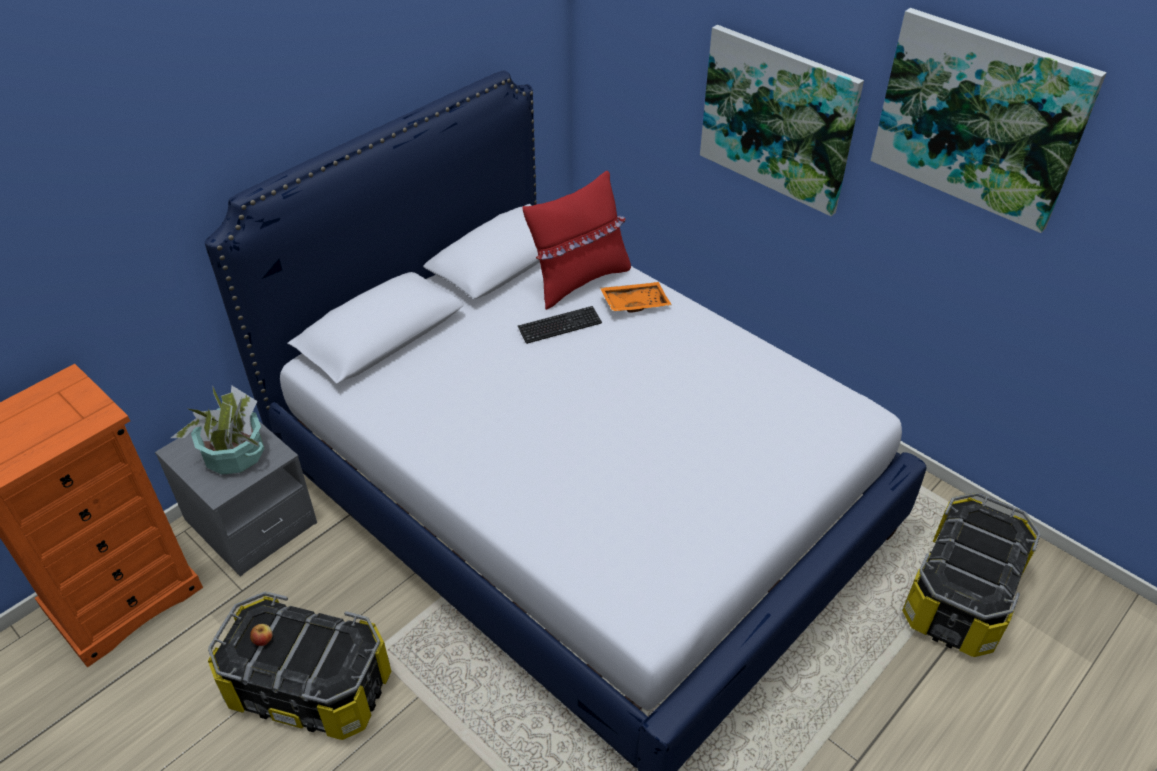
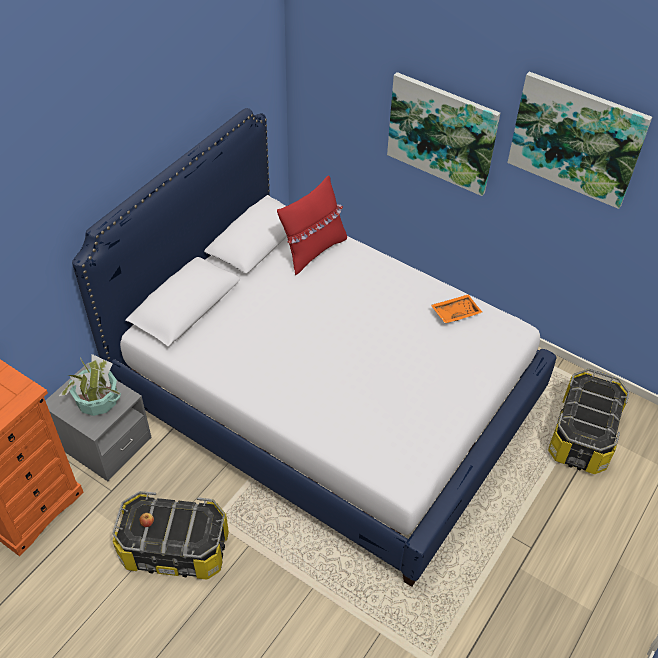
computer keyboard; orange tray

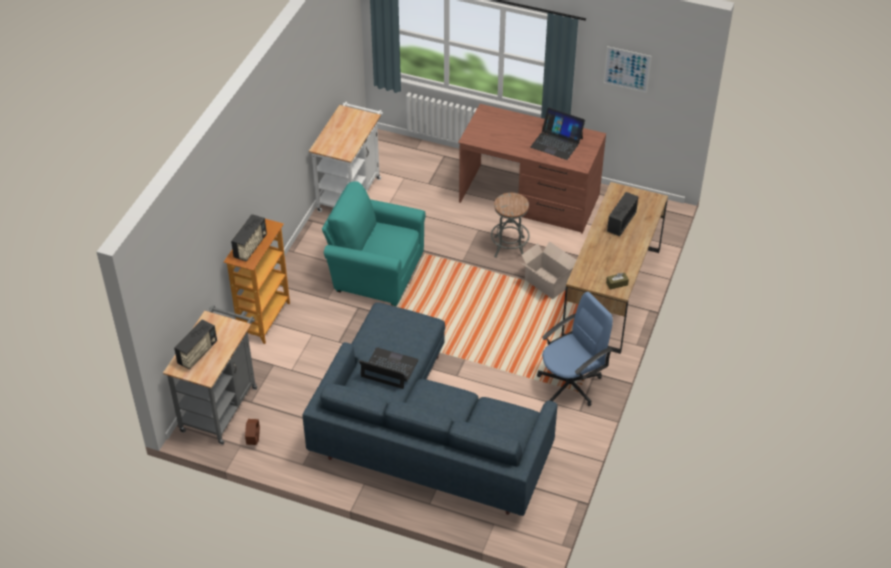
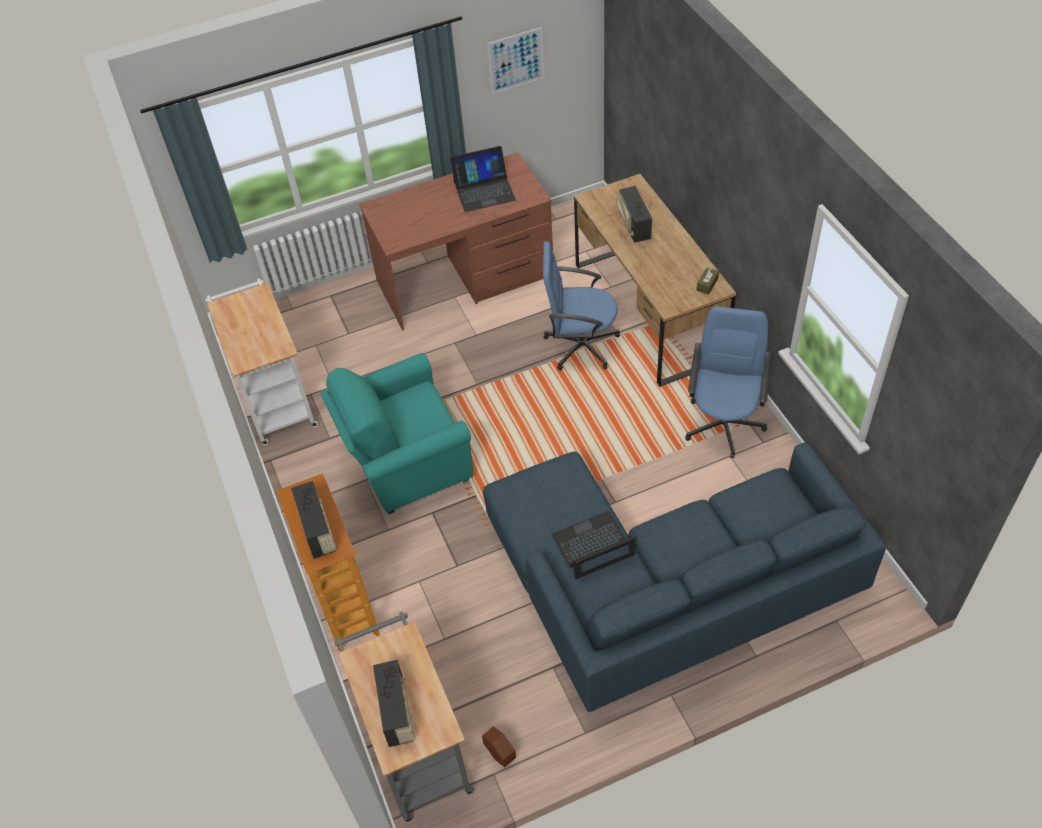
gray sitting stool; bluish office chair (1st from left)

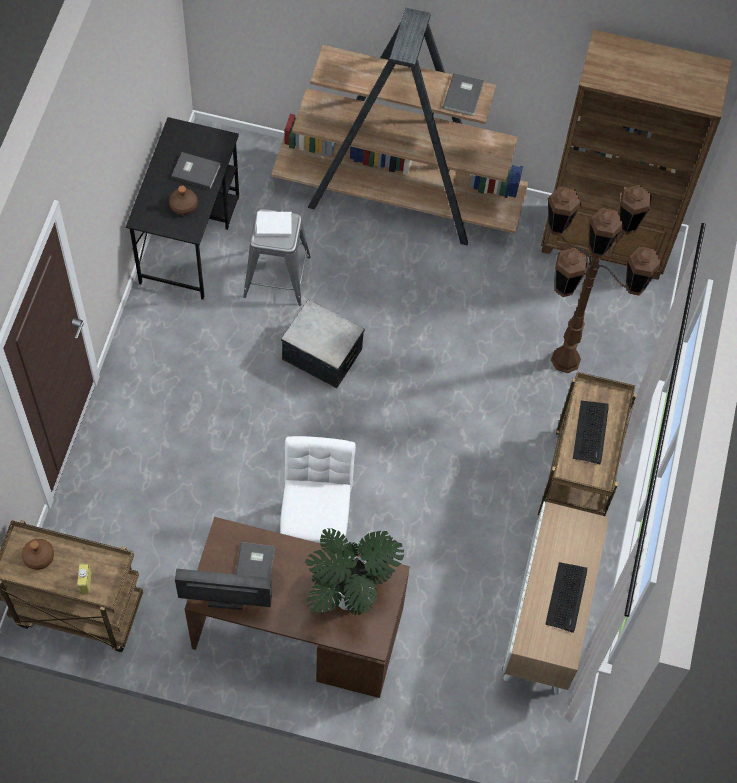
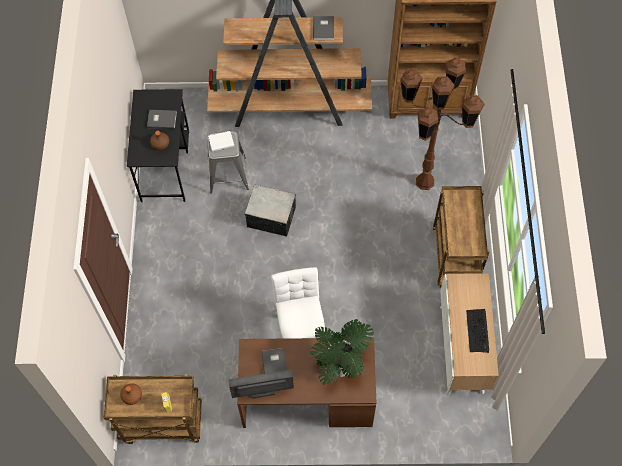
computer keyboard (2nd from left in the first image)

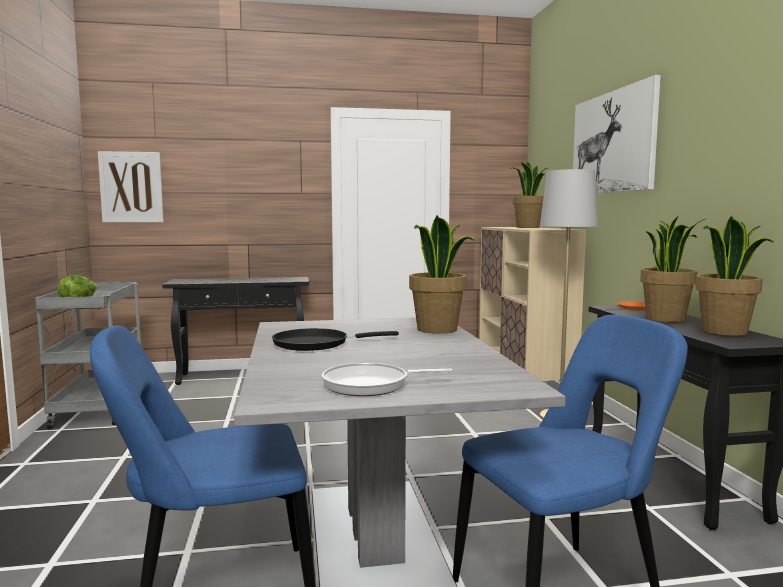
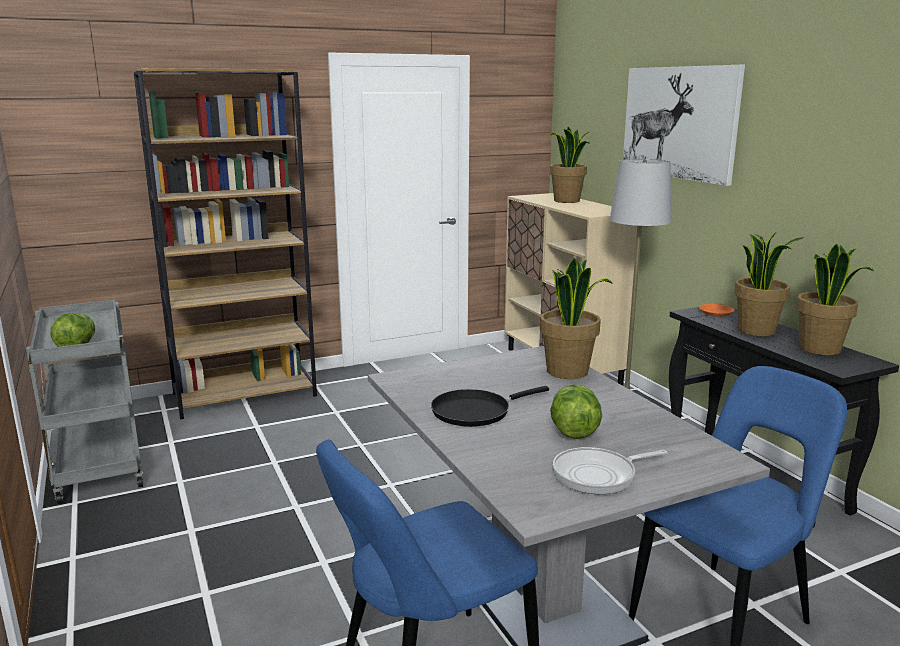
picture (1st from left in the first image); head of lettuce (2nd from left); brownish shelving unit

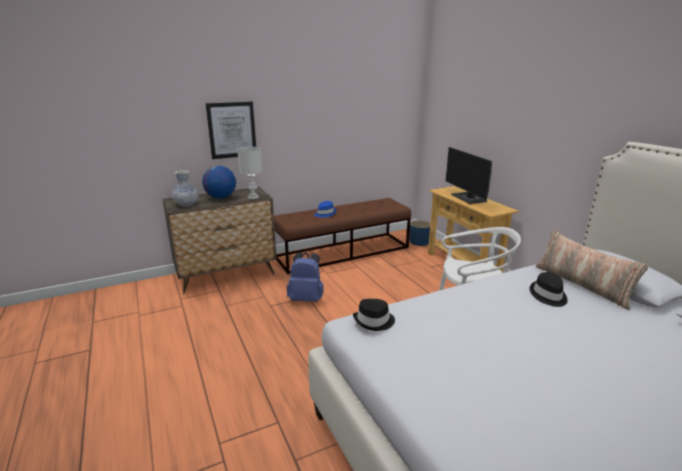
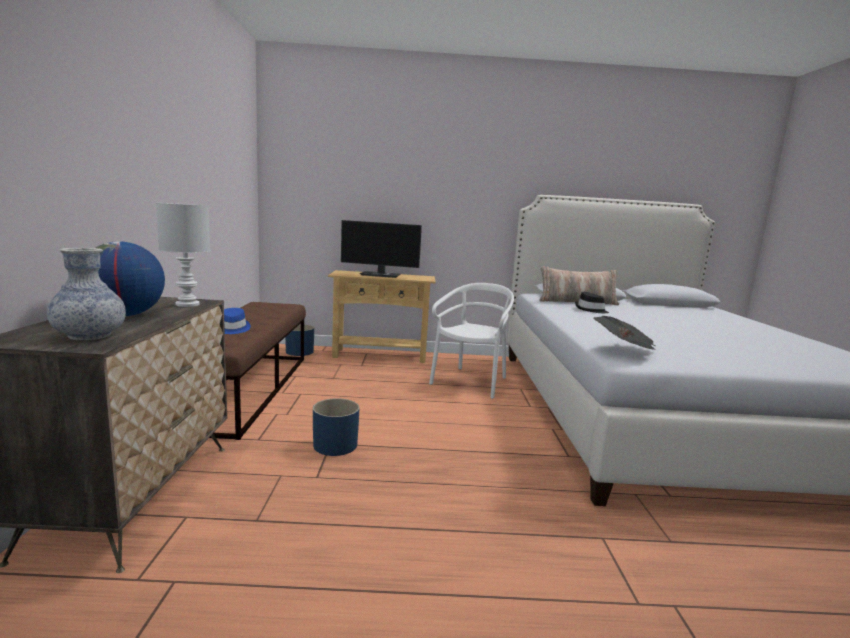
picture; bluish planter (2nd from left); newspaper

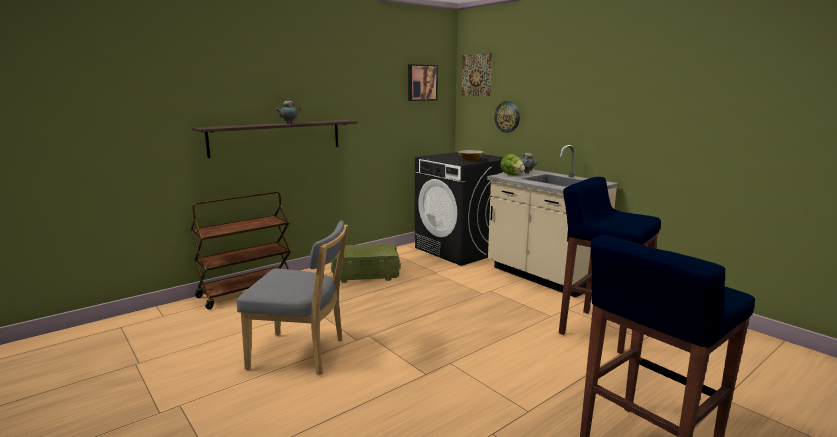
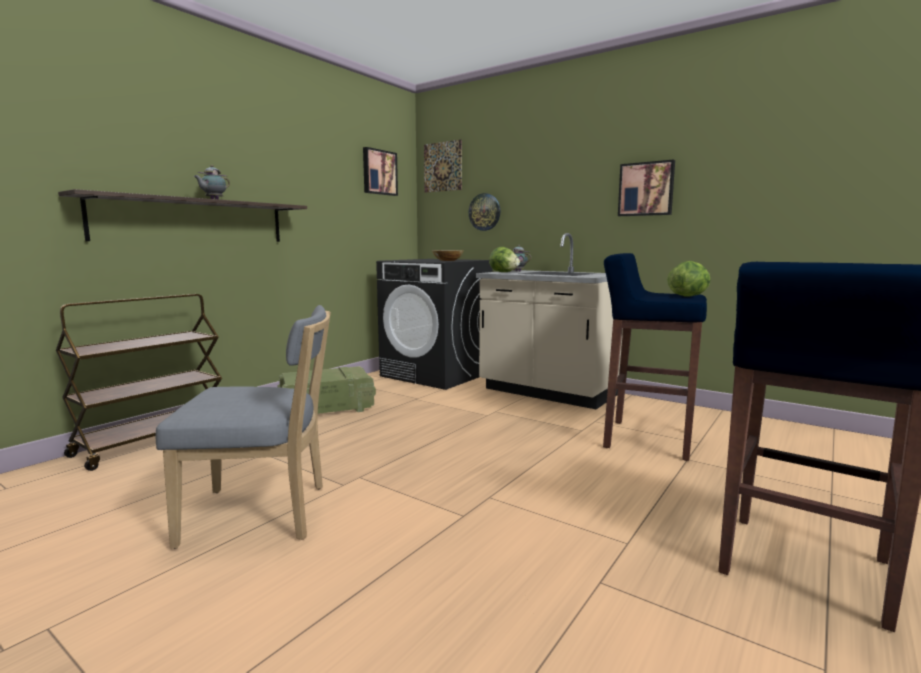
picture (3rd from left); head of lettuce (2nd from left)

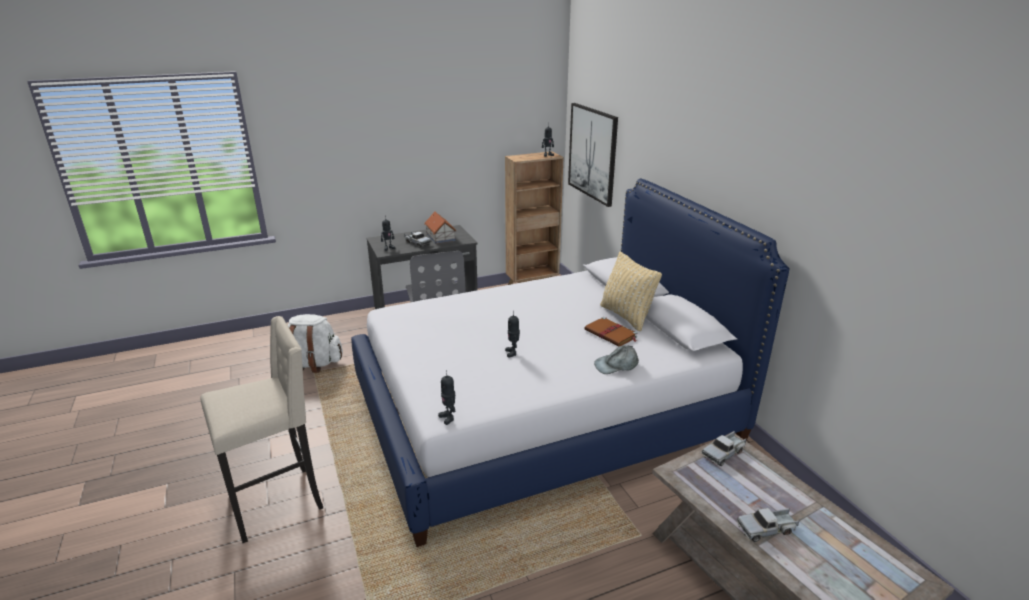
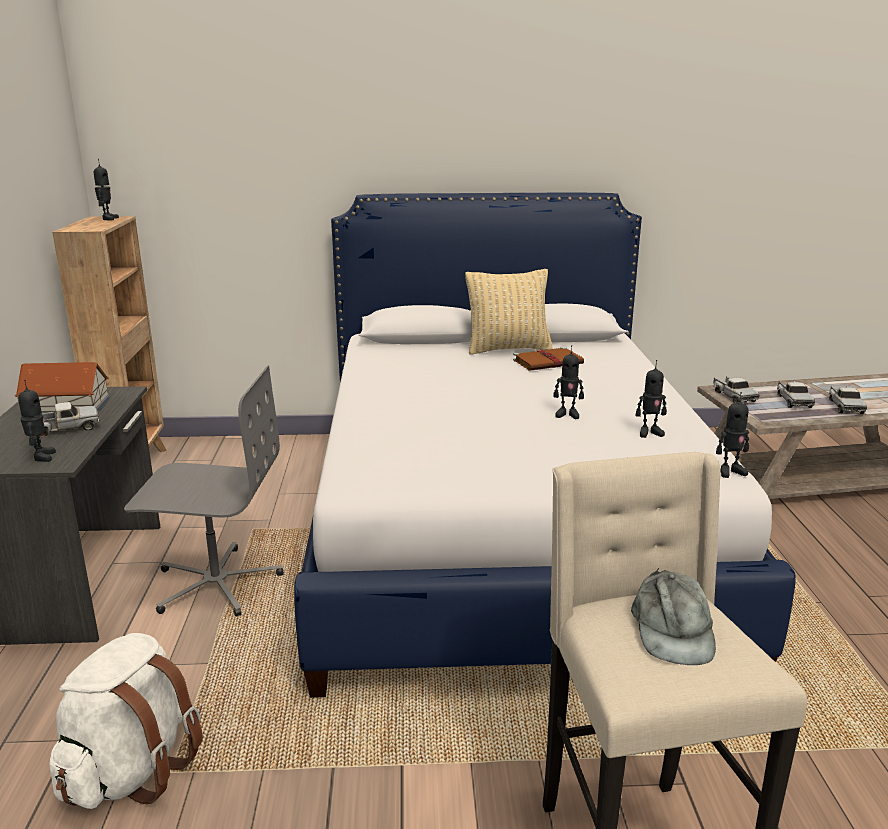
picture; robot figure (4th from left); toy truck (3rd from left); gray cap

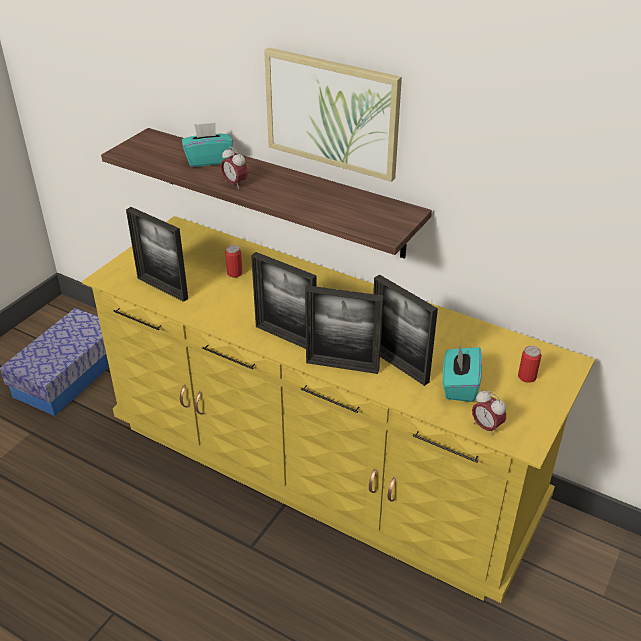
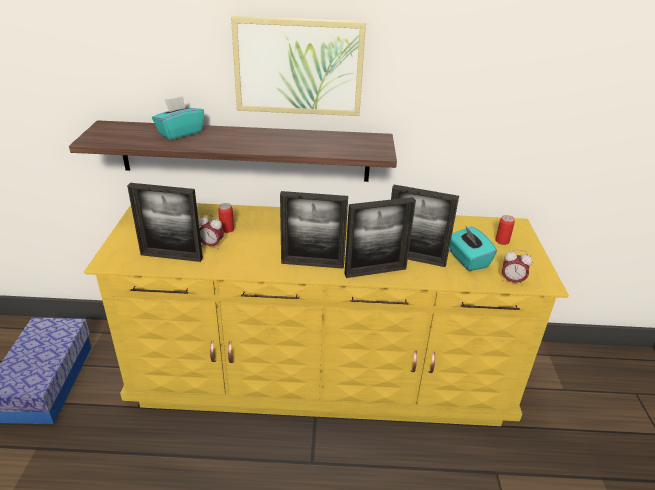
alarm clock (1st from left)

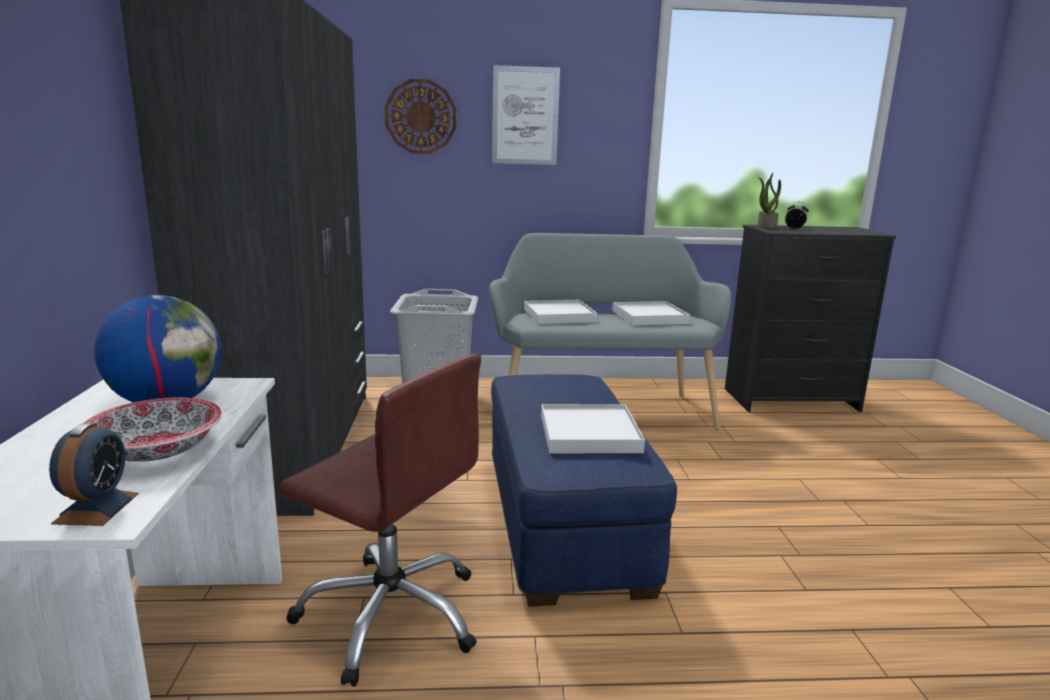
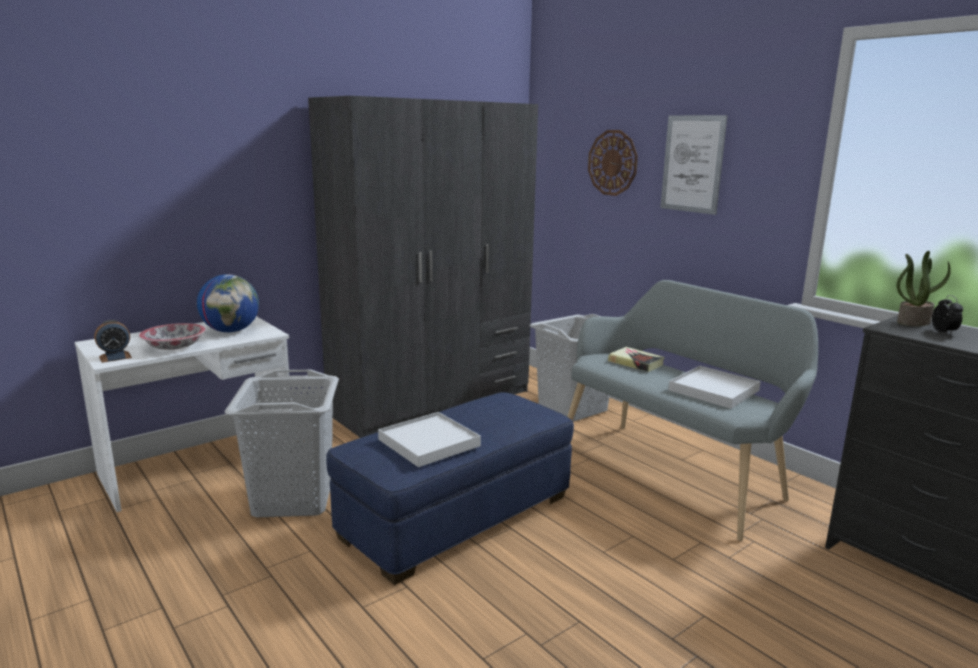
gray washing basket (1st from left); book

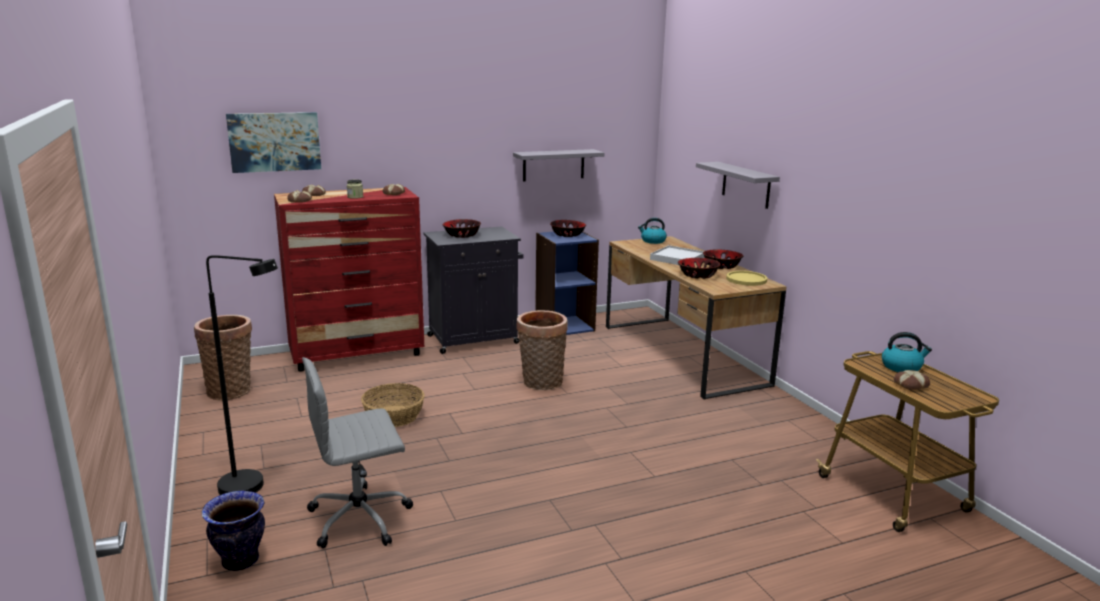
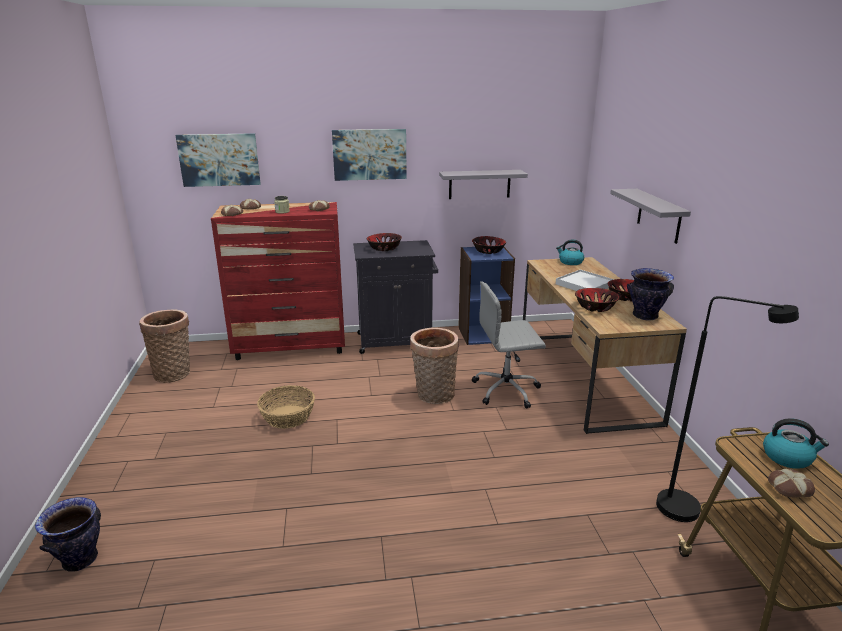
picture (2nd from left); blackish floor lamp; gray office chair; flower vase (2nd from left)

